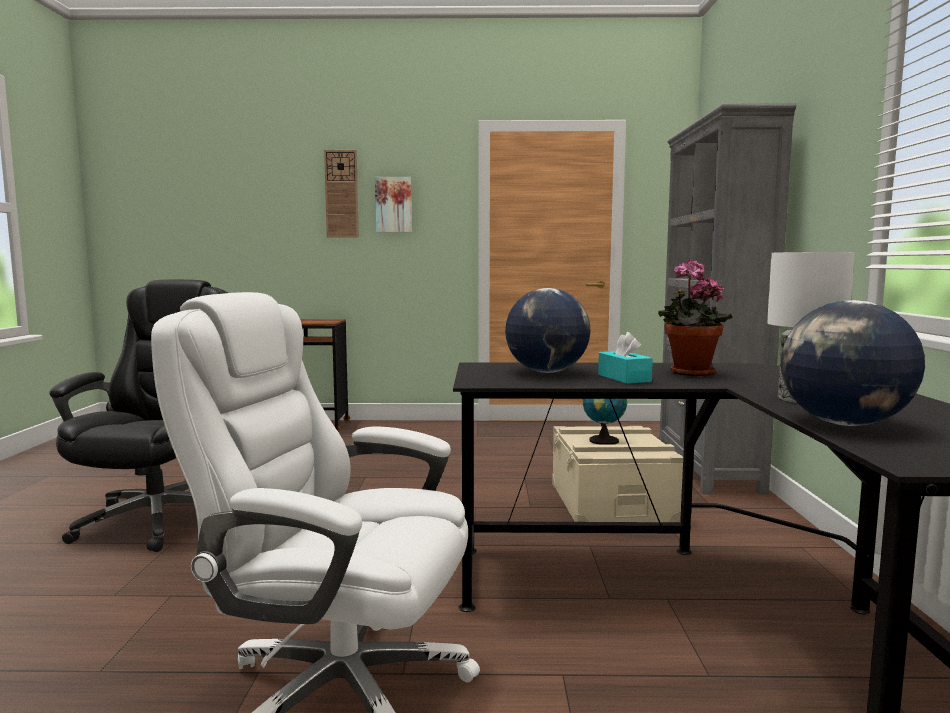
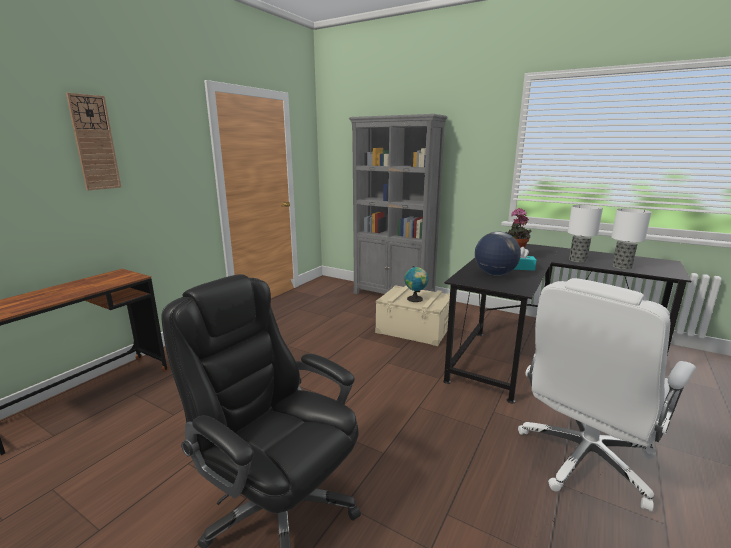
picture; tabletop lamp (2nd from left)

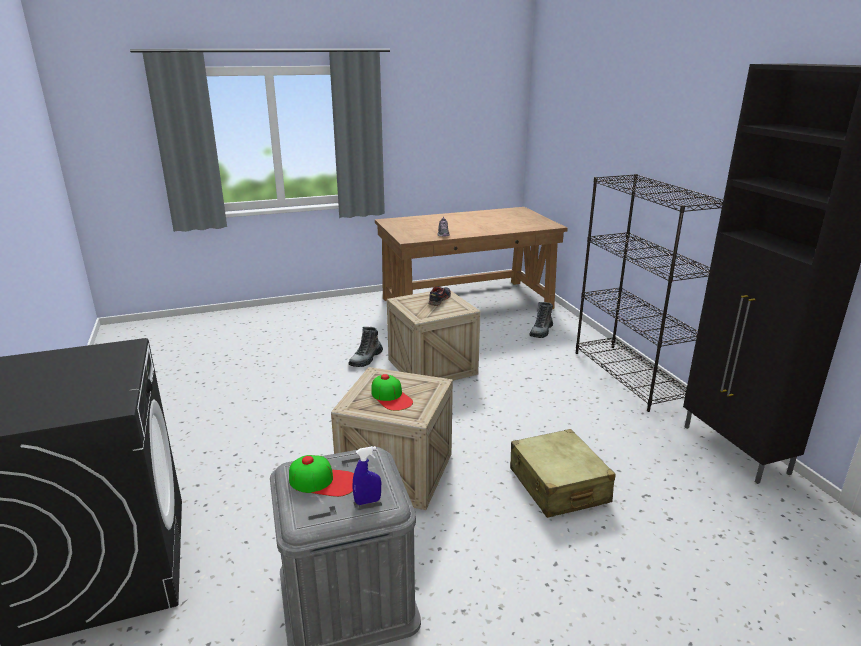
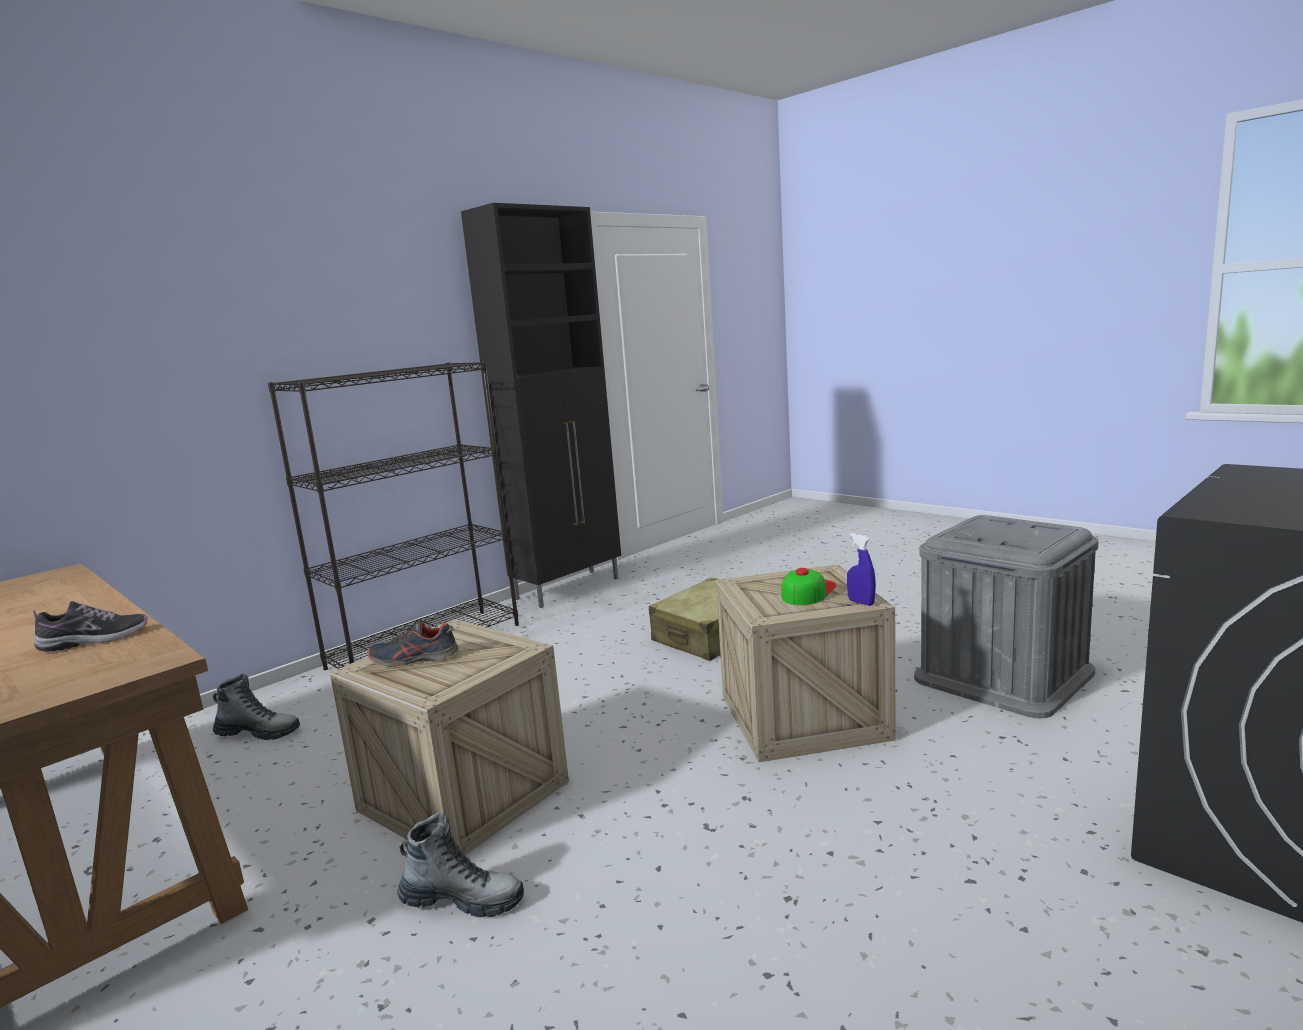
cap (1st from left in the first image); bluish spray bottle

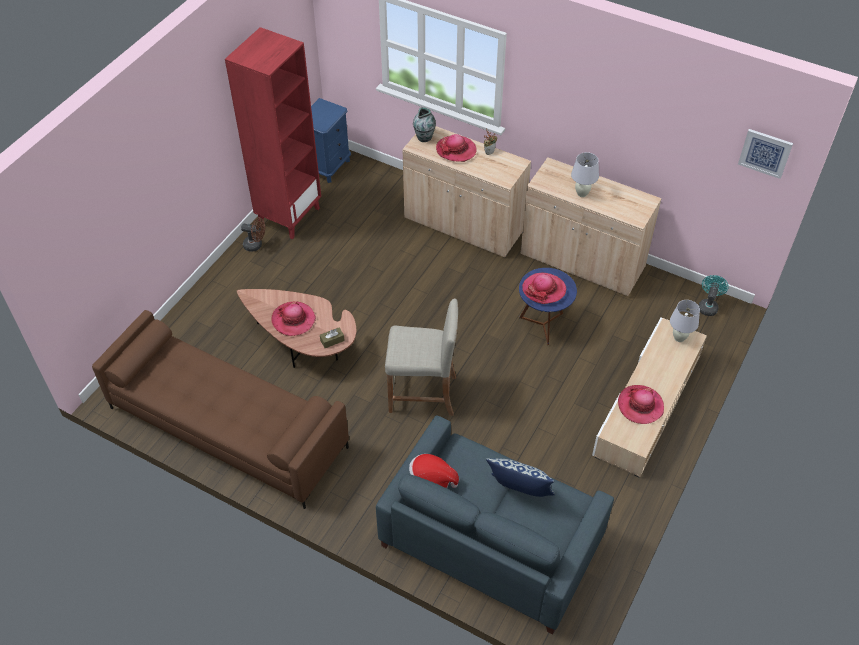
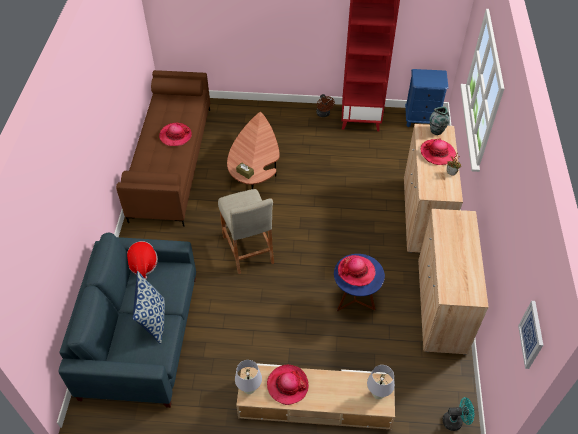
clothing hat (2nd from left); white tabletop lamp (1st from left)

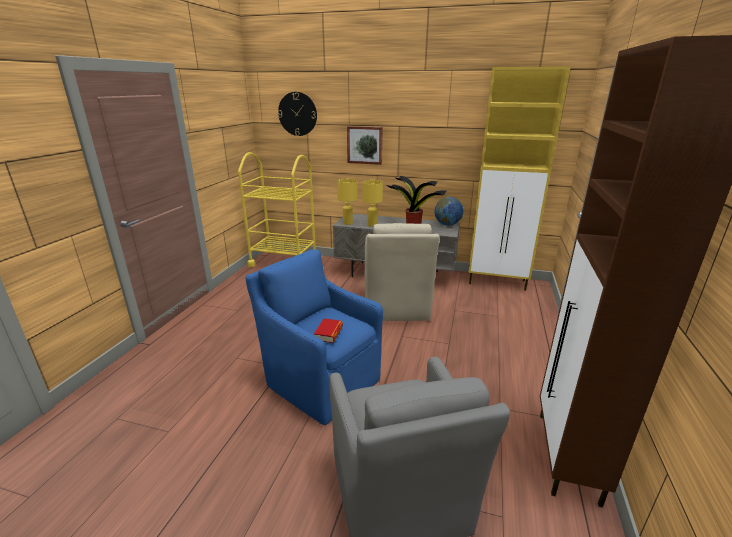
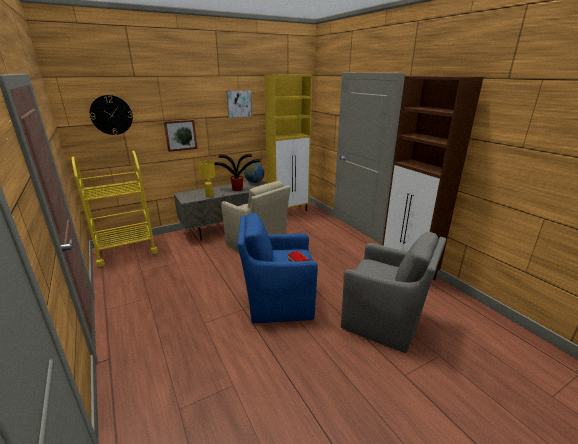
yellowish tabletop lamp (1st from left in the first image); picture (2nd from left)

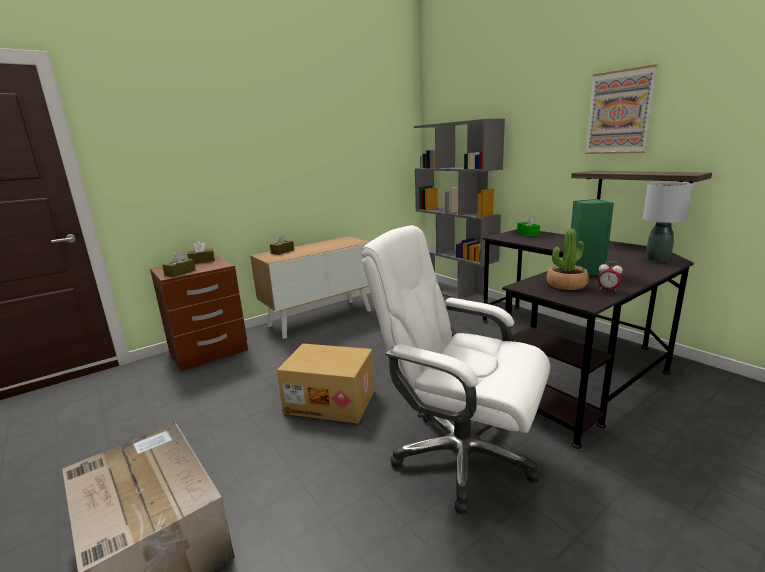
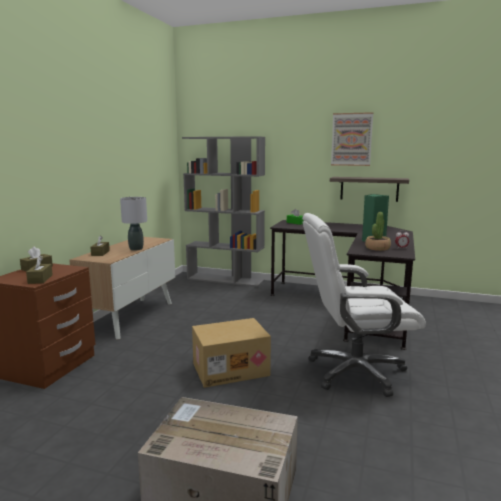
gray tabletop lamp

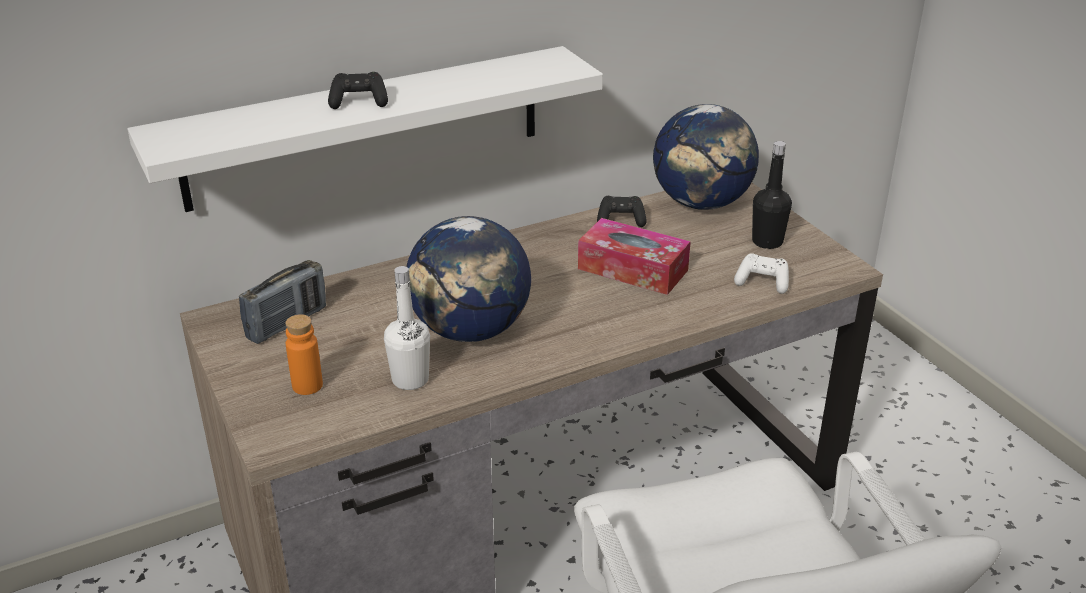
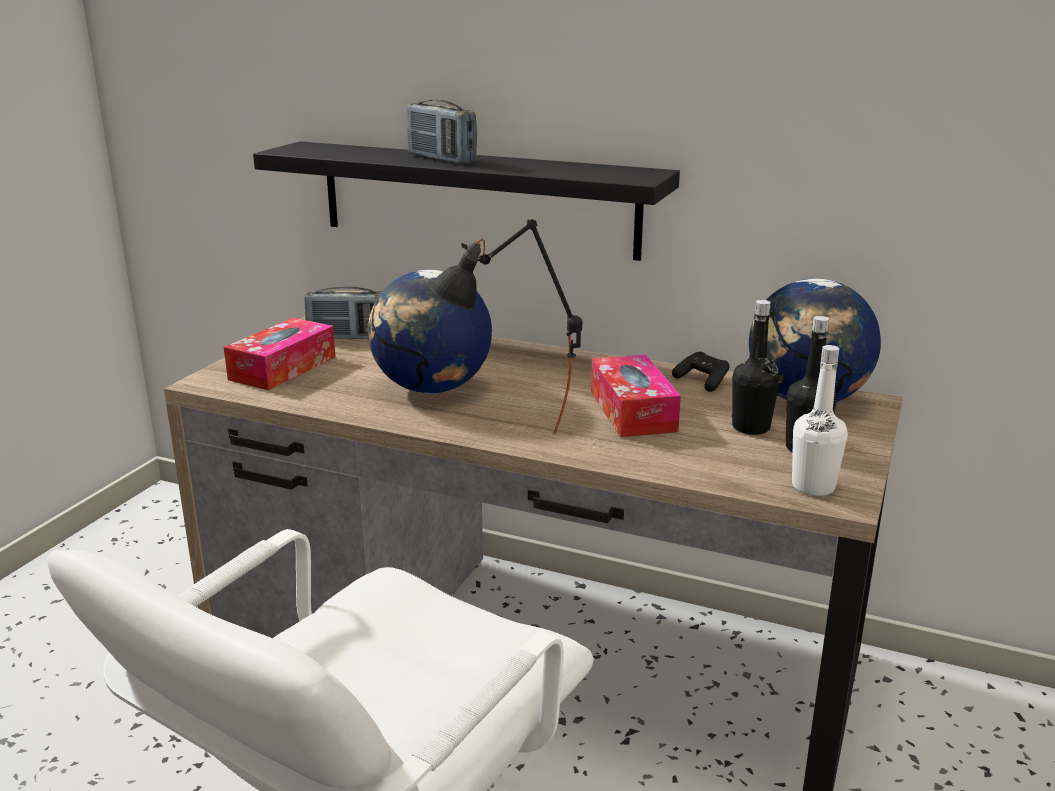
white gamepad; blackish tabletop lamp; blackish drink bottle (1st from left); white drink bottle; tissue box (1st from left); radio (2nd from left); blackish bracket shelf

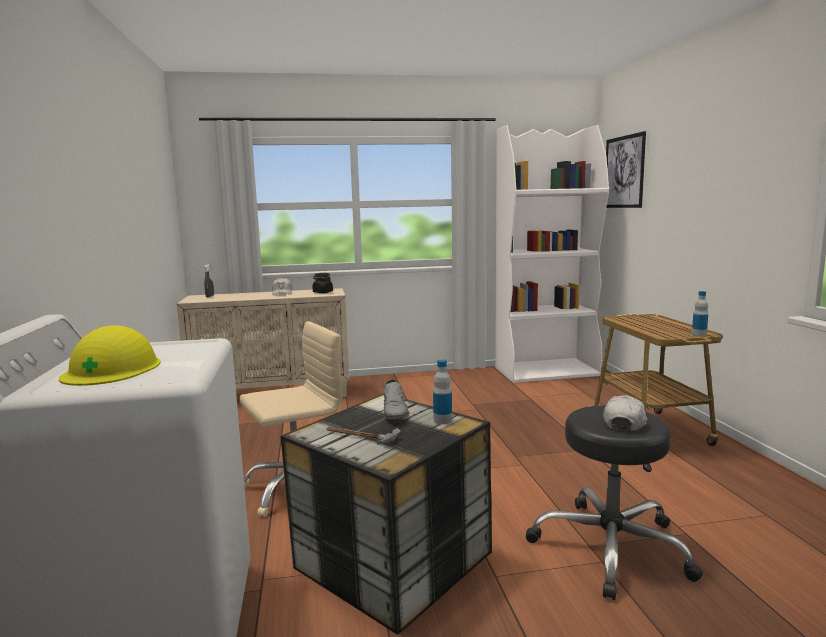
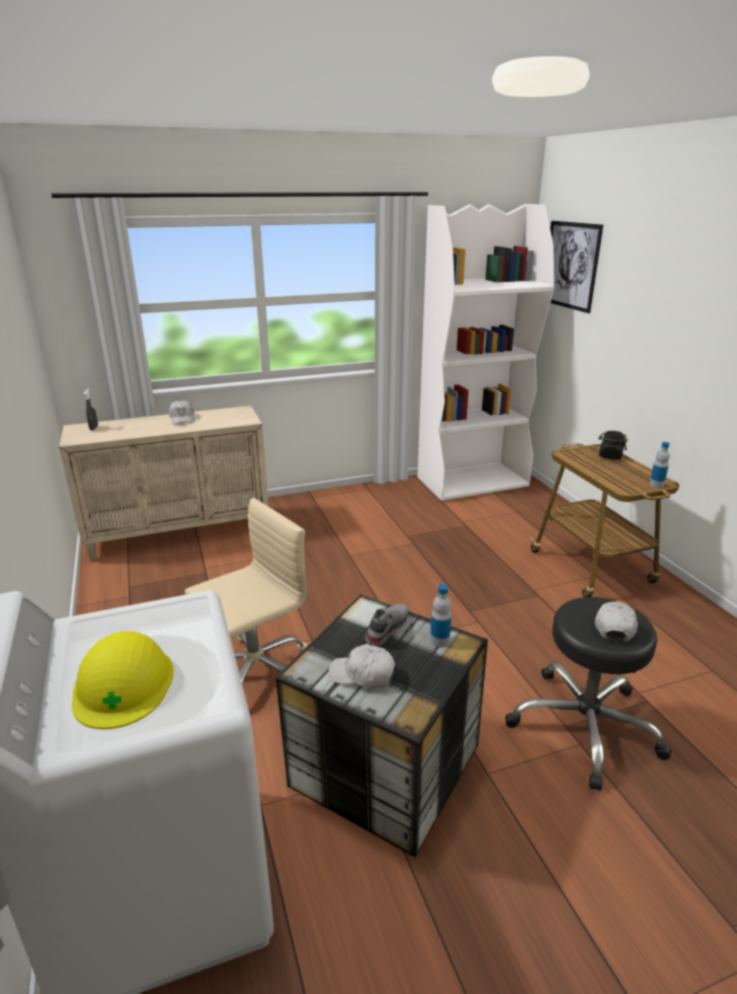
blackish preserve jar; white cap (2nd from left); gray low shoe

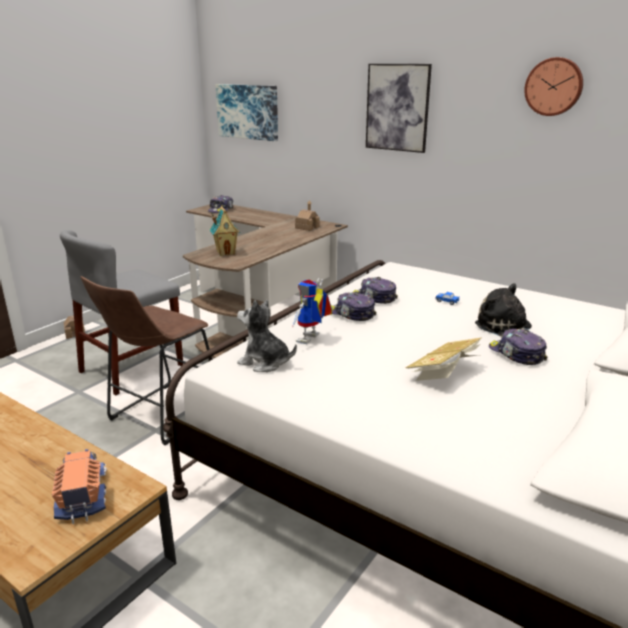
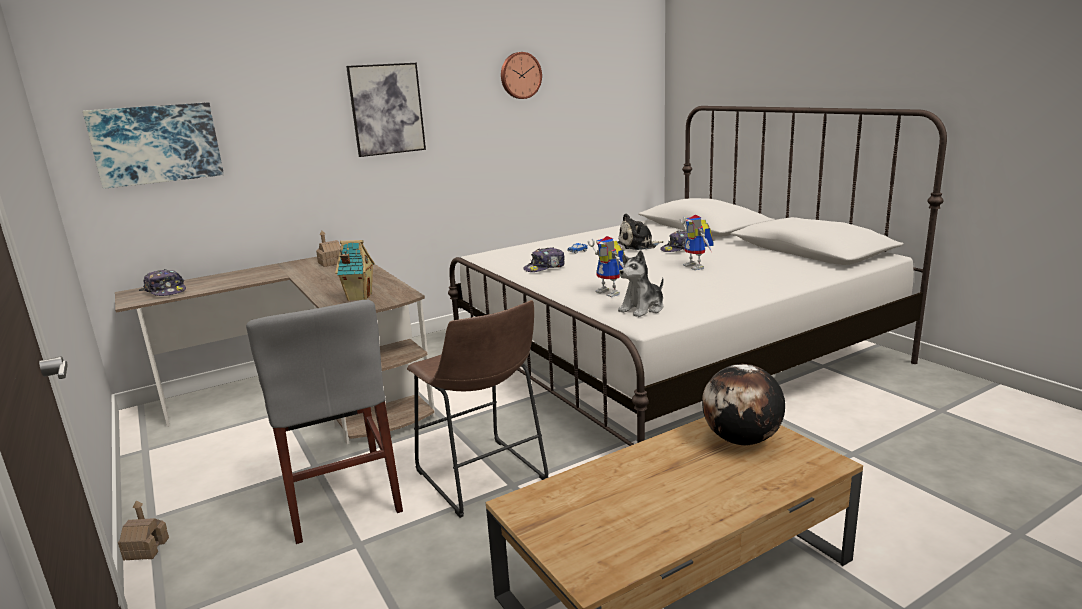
cap (2nd from left in the first image); world globe; robot figure (2nd from left)

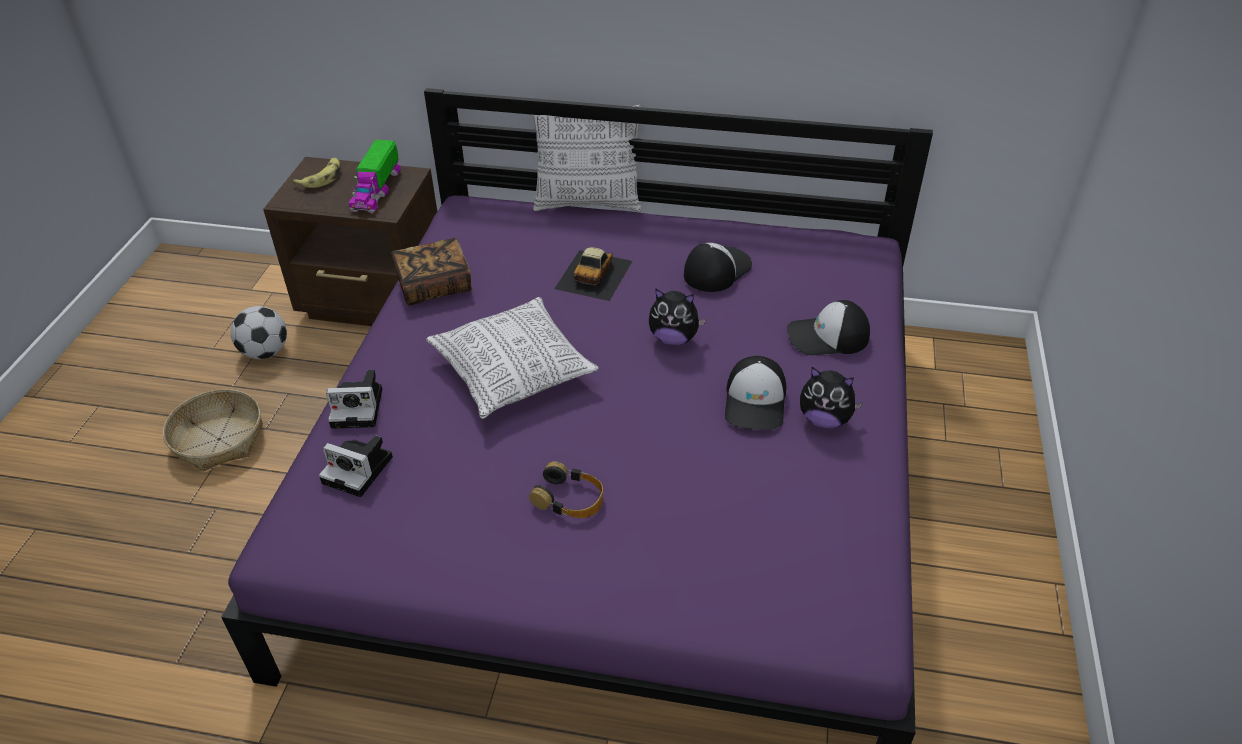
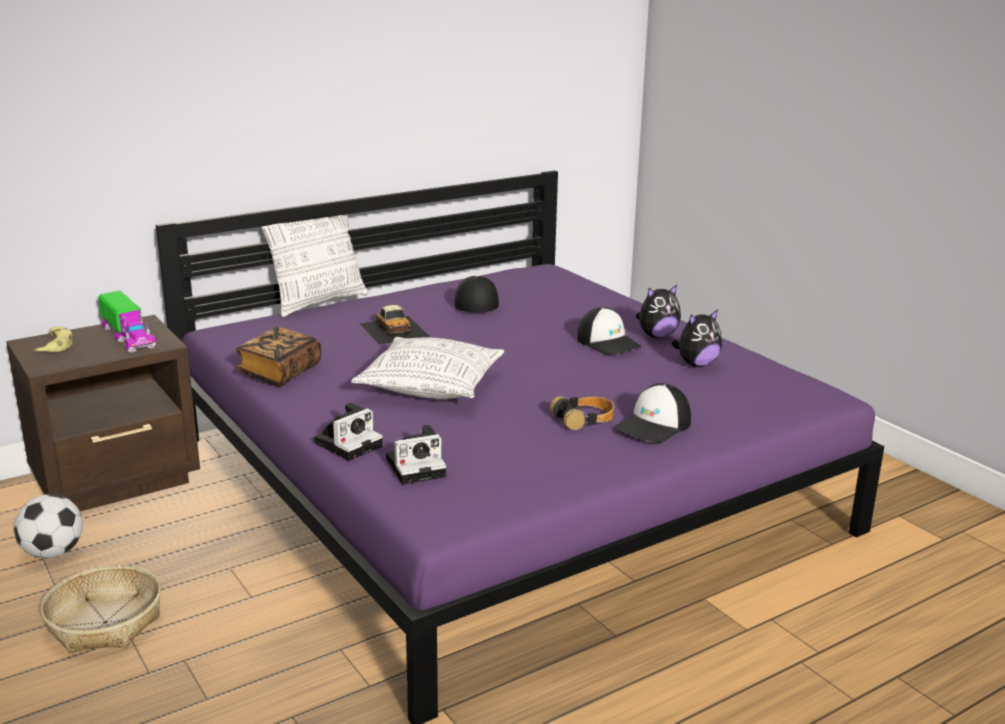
plush toy (2nd from left); cap (3rd from left)

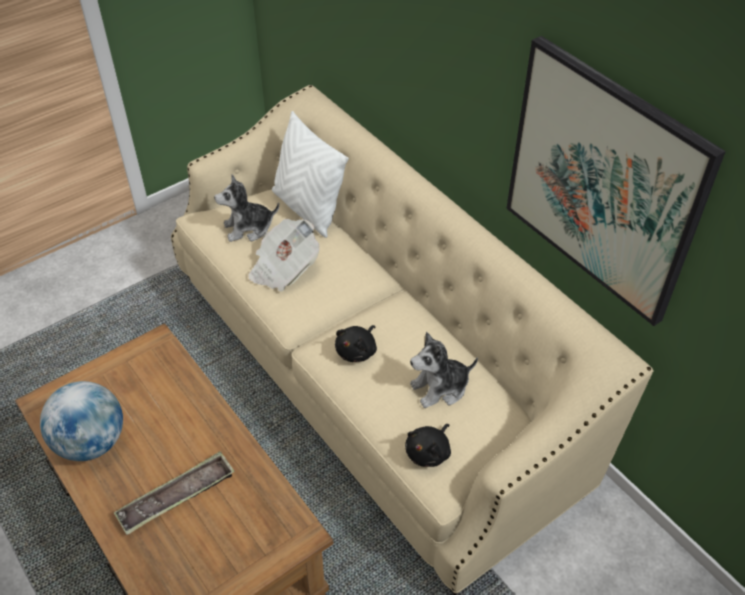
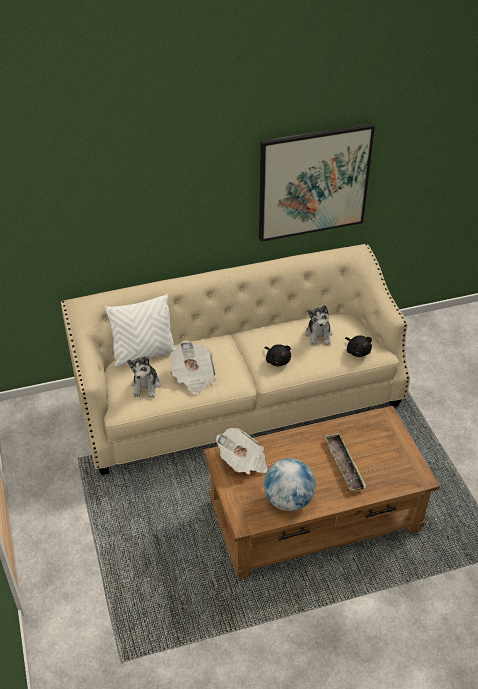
newspaper (2nd from left)

